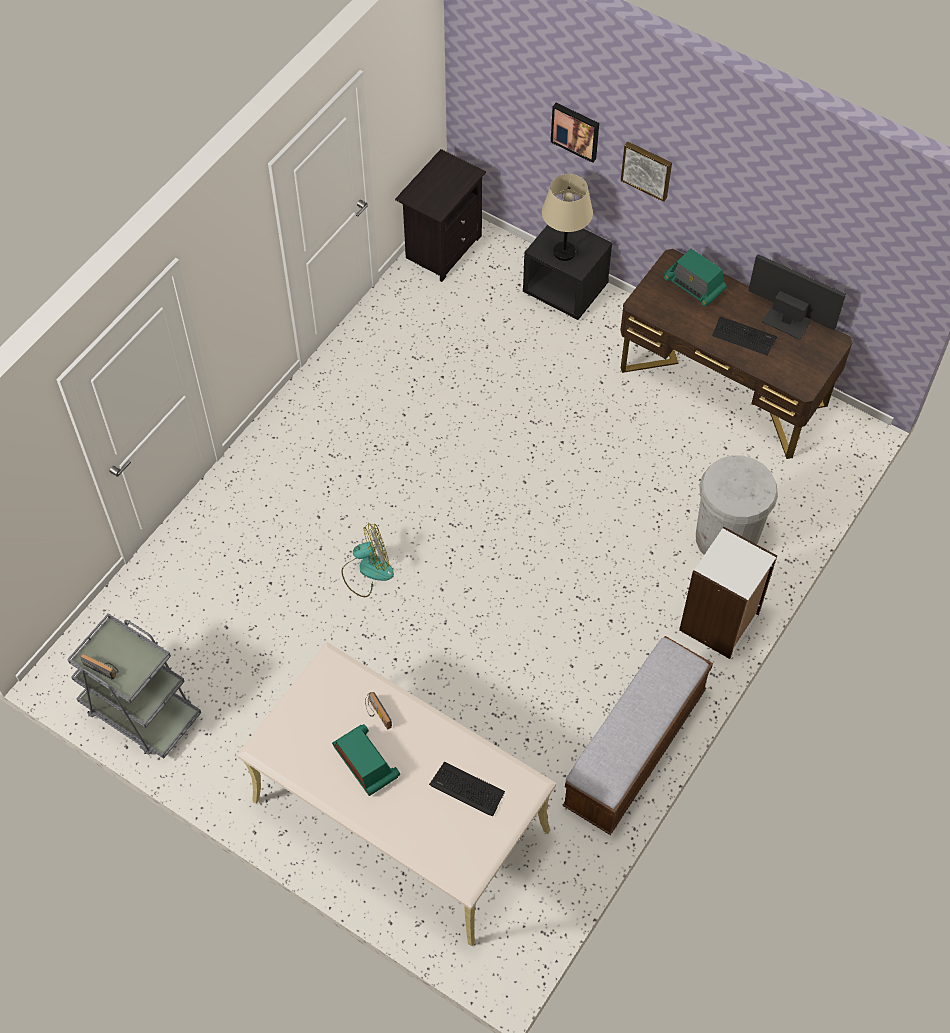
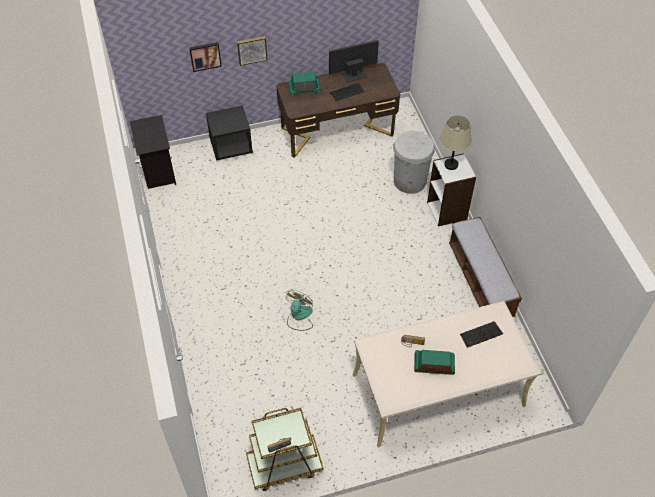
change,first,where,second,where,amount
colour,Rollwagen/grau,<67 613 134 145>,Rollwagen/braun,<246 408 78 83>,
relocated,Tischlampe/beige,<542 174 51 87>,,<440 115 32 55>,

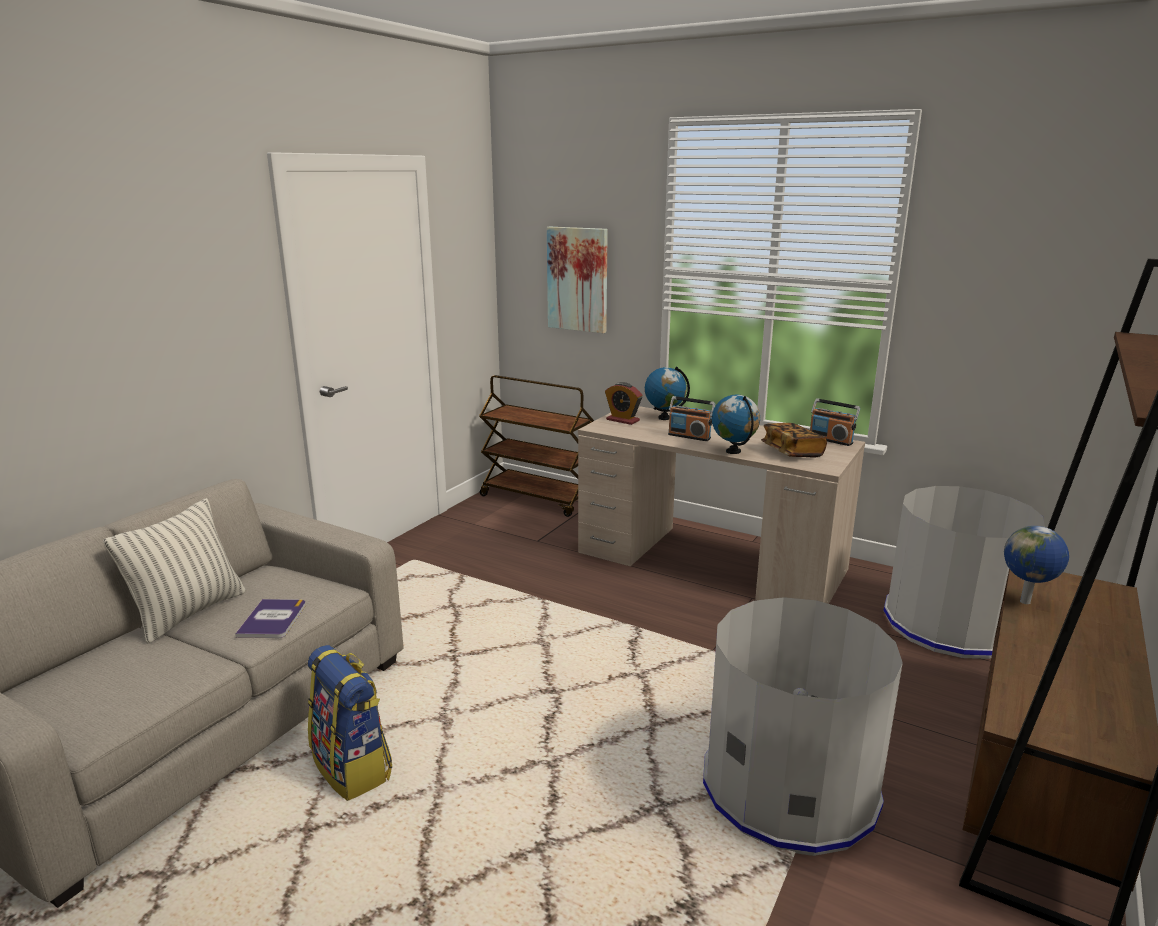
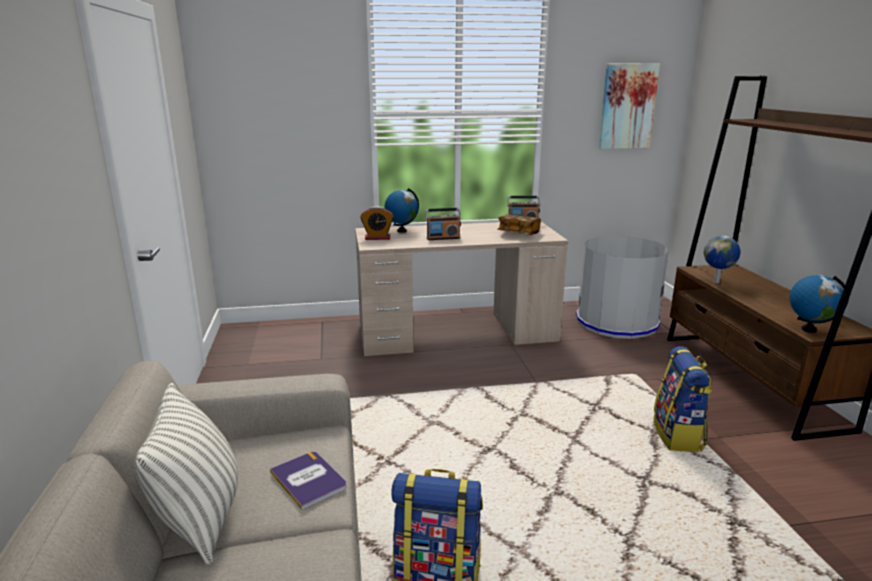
change,first,where,second,where,amount
missing,Rollwagen/braun,<479 375 115 142>,,,
relocated,Bild,<547 227 61 106>,,<599 63 61 86>,
exchanged,Mülleimer/grau,<703 597 200 259>,Rucksack,<654 346 58 106>,
relocated,Globus,<712 395 48 59>,,<790 275 59 58>,

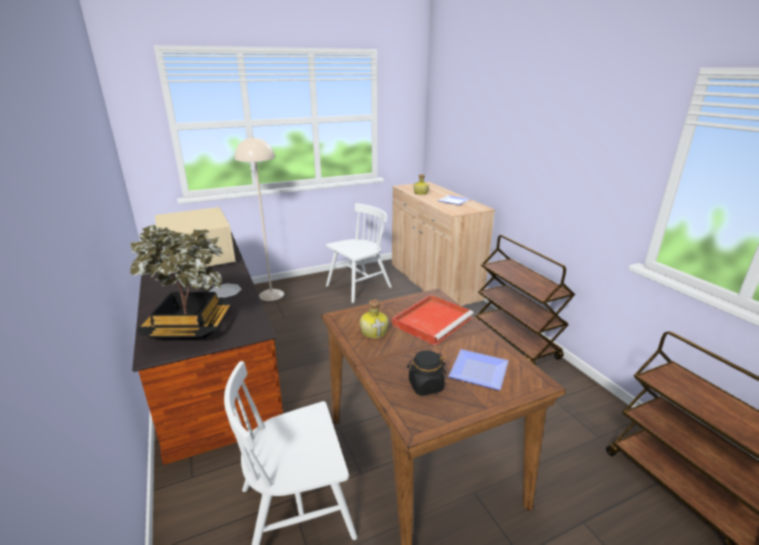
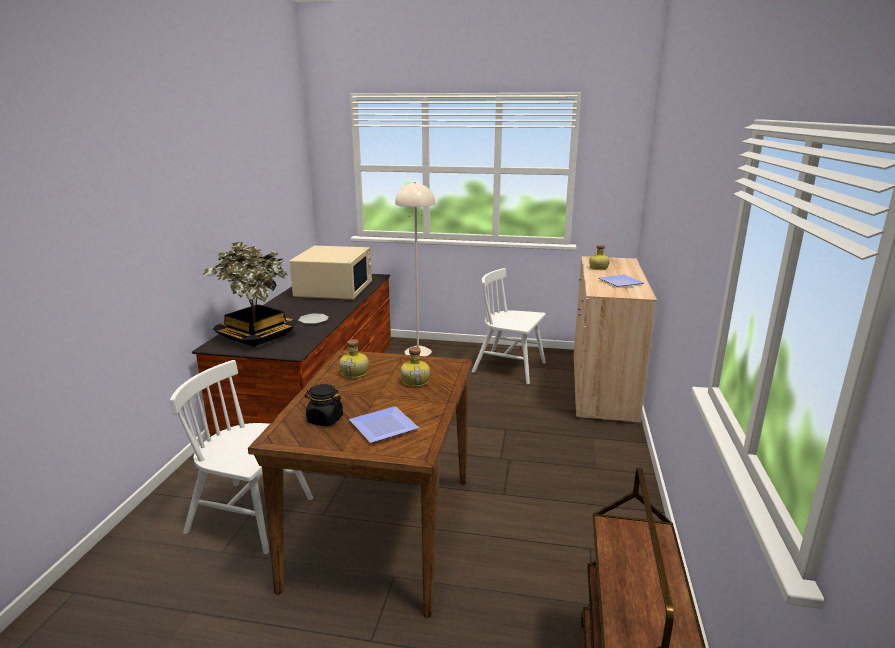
change,first,where,second,where,amount
spun,Stuhl/weiß,<326 203 66 100>,,<472 268 74 116>,150 degrees counterclockwise
exchanged,Tablett/rot,<392 295 82 51>,Flasche,<400 347 30 40>,
missing,Rollwagen/braun,<475 235 100 130>,,,

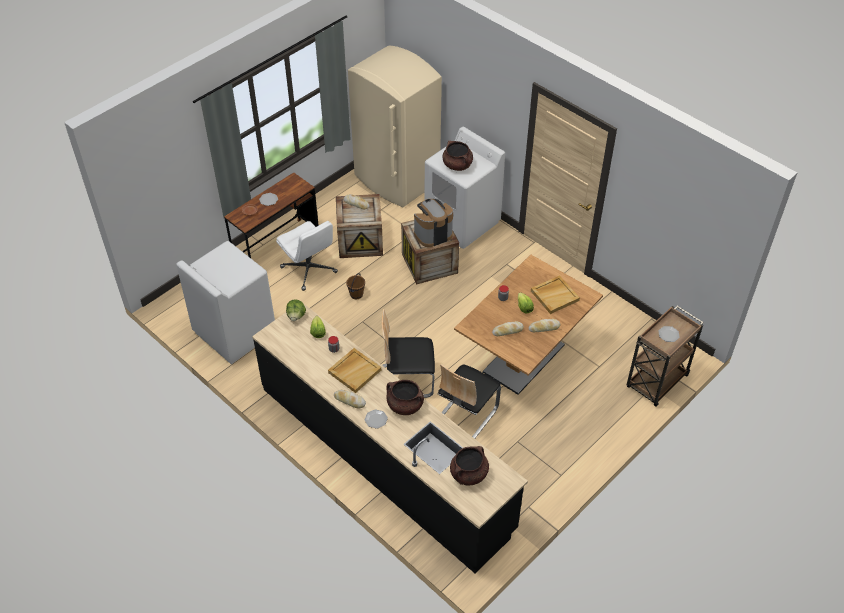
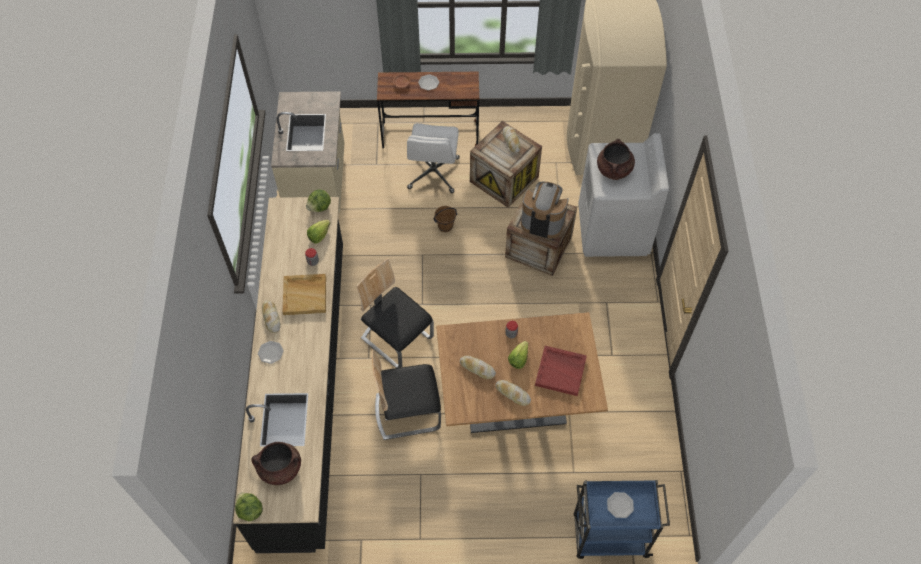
change,first,where,second,where,amount
exchanged,Waschmaschine/weiß,<176 241 99 123>,Küchenzeile/beige,<271 91 73 122>,
missing,Kochtopf/braun,<387 380 37 35>,,,
colour,Tablett/beige,<531 275 49 39>,Tablett/rot,<535 346 52 50>,
colour,Rollwagen/braun,<626 306 78 101>,Rollwagen/blau,<574 480 96 79>,
appeared,,,Salatkopf,<235 493 28 28>,

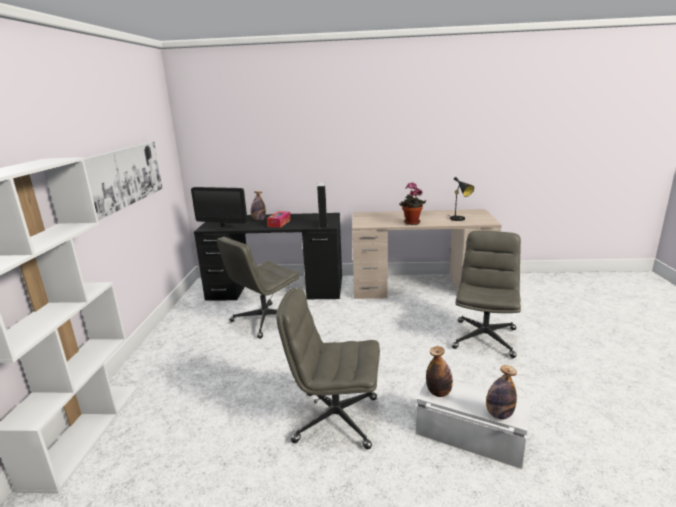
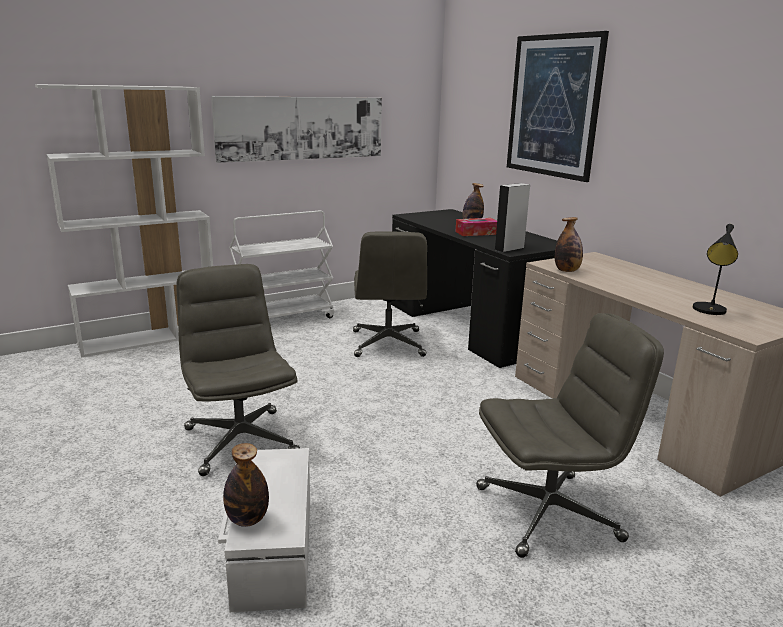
change,first,where,second,where,amount
missing,Monitor,<191 187 56 43>,,,
spun,Bürostuhl/grau,<217 237 82 102>,,<353 231 74 126>,105 degrees counterclockwise
missing,Topfpflanze,<399 182 27 43>,,,
relocated,Flasche,<426 346 27 51>,,<555 217 28 55>,
appeared,,,Rollwagen/weiß,<229 210 106 108>,
appeared,,,Bild,<507 31 102 151>,

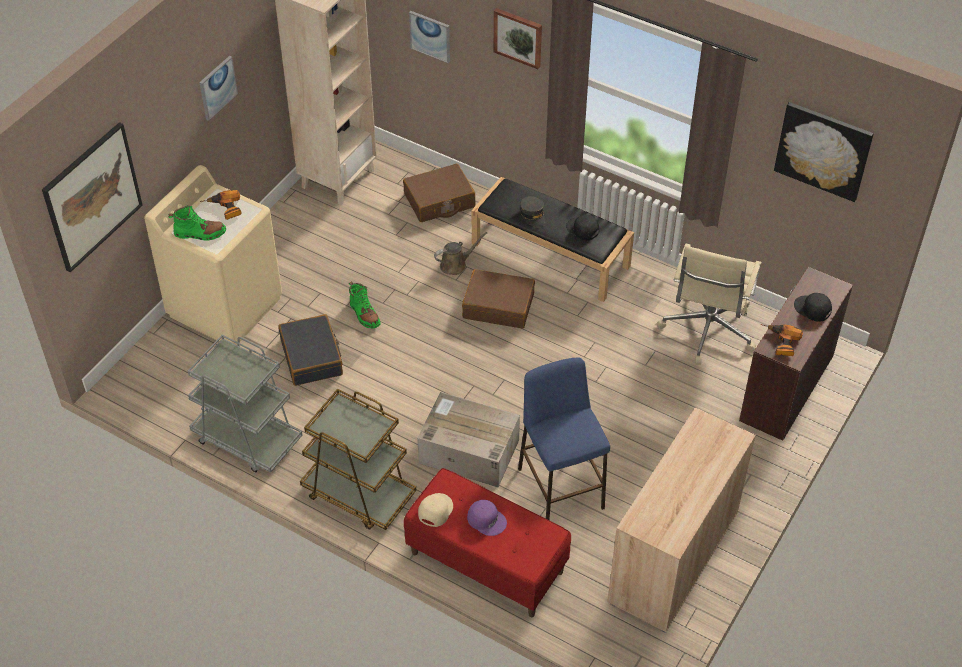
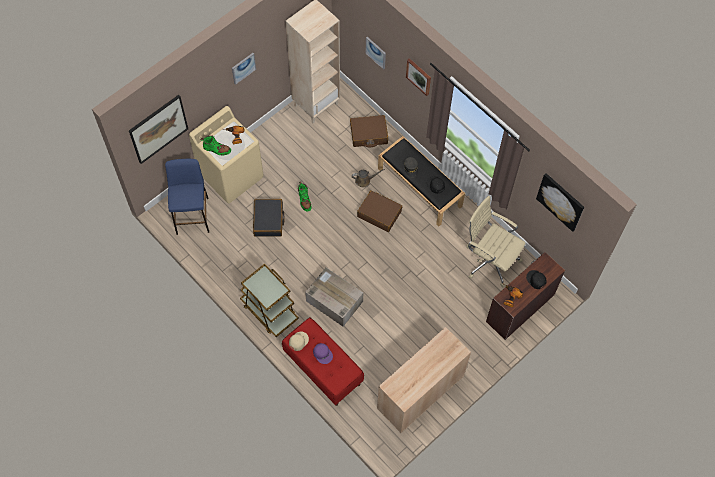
change,first,where,second,where,amount
missing,Rollwagen/grau,<188 334 114 138>,,,
relocated,Hocker/blau,<518 357 92 163>,,<165 159 44 76>,
spun,Bürostuhl/beige,<656 244 106 121>,,<466 196 60 92>,90 degrees clockwise

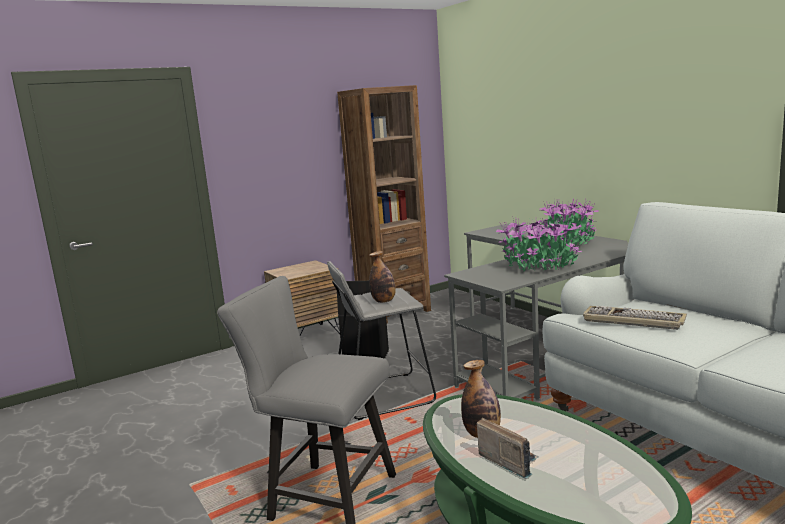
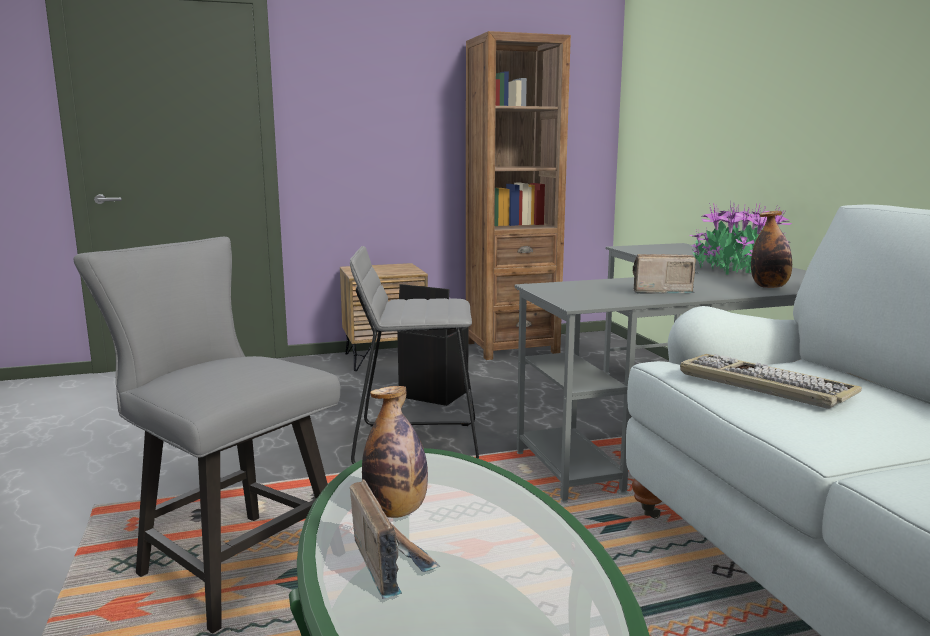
change,first,where,second,where,amount
relocated,Flasche,<369 251 27 52>,,<751 211 41 77>,
exchanged,Topfpflanze,<496 216 86 56>,Radio,<633 254 63 40>,

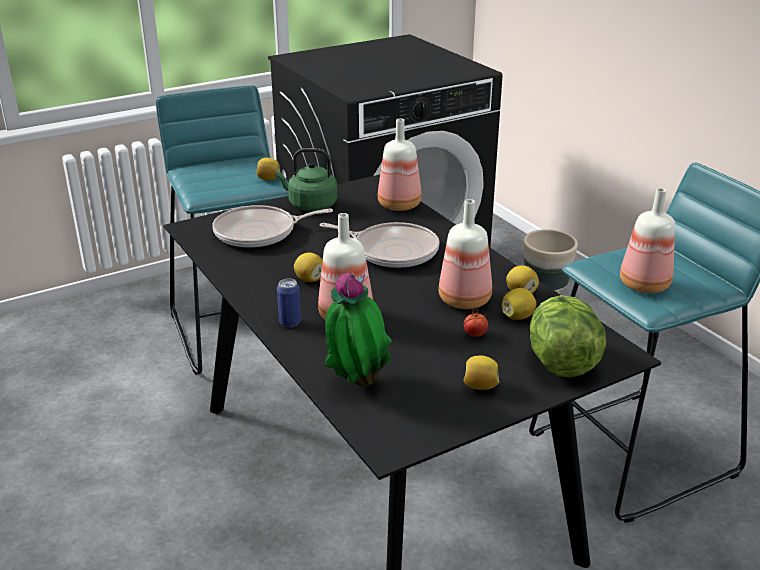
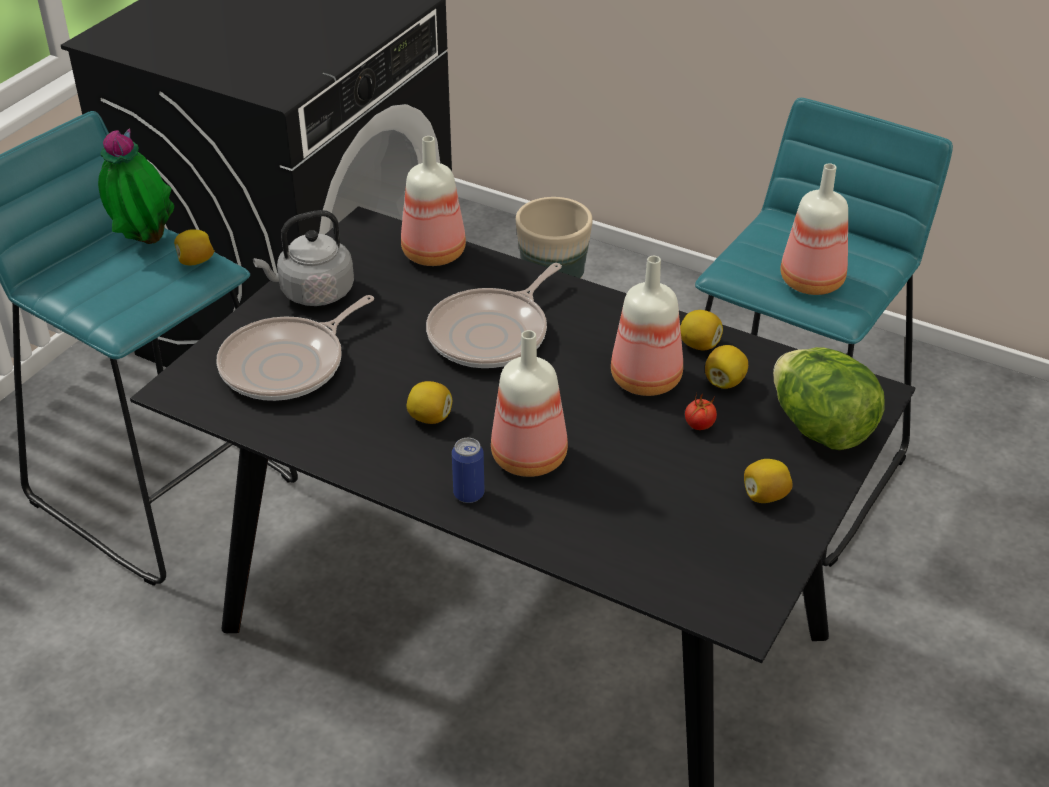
change,first,where,second,where,amount
colour,Wasserkessel/grün,<275 148 62 63>,Wasserkessel/grau,<253 210 101 96>,
spun,Pfanne,<320 222 119 46>,,<426 263 136 105>,135 degrees clockwise
relocated,Topfpflanze,<324 273 68 114>,,<98 128 76 116>,

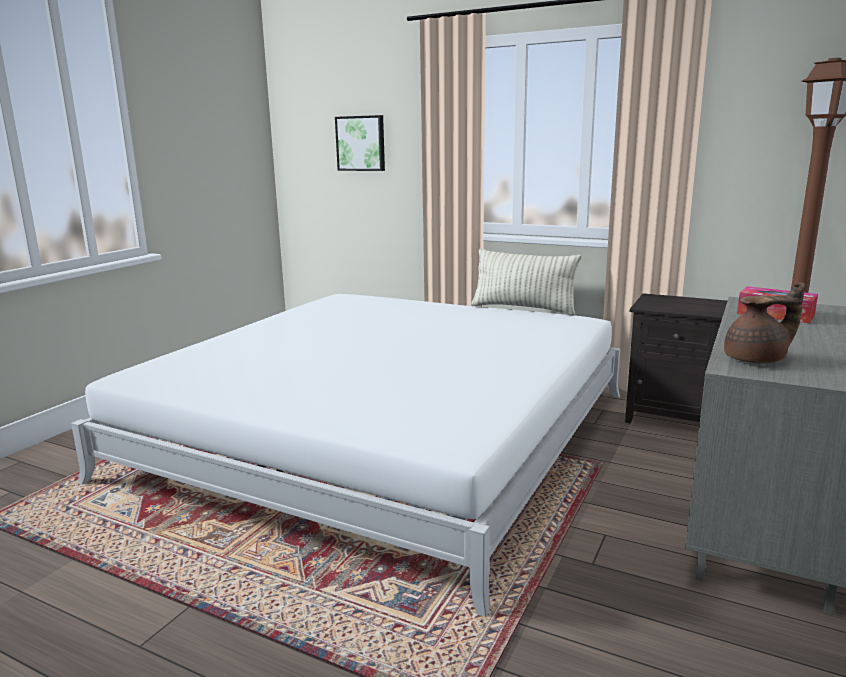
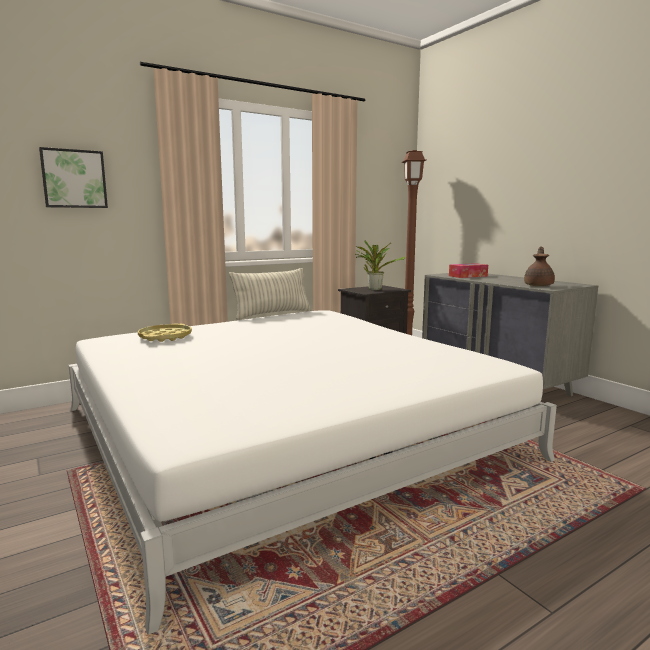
change,first,where,second,where,amount
appeared,,,Tablett/gelb,<138 323 54 19>,
appeared,,,Topfpflanze,<356 241 50 49>,

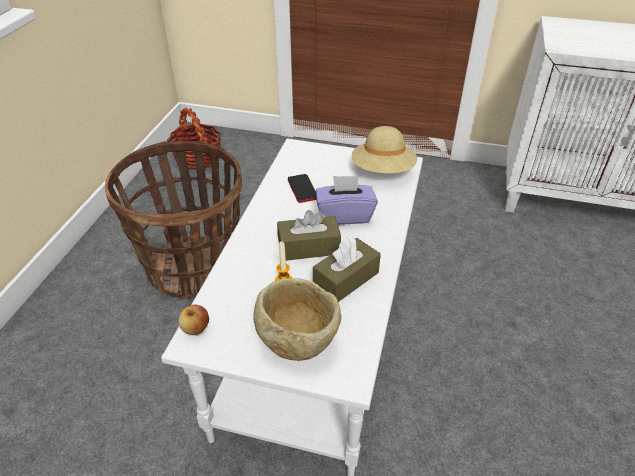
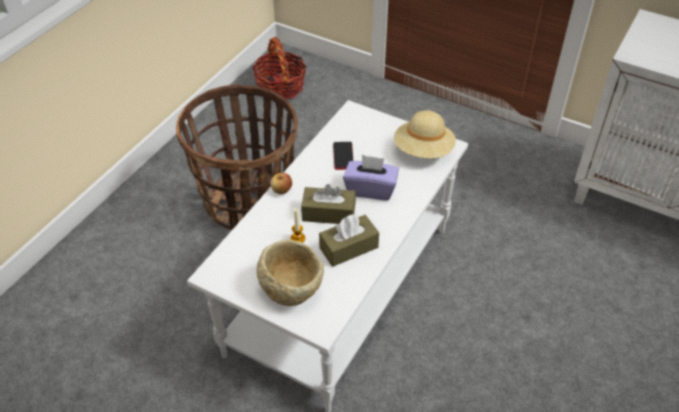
change,first,where,second,where,amount
relocated,Apfel,<178 305 31 30>,,<270 173 22 21>,

